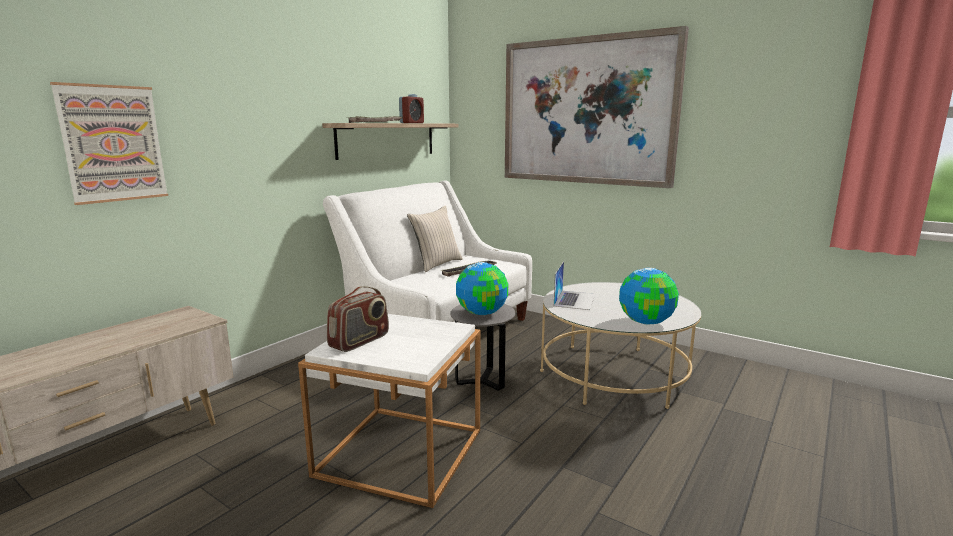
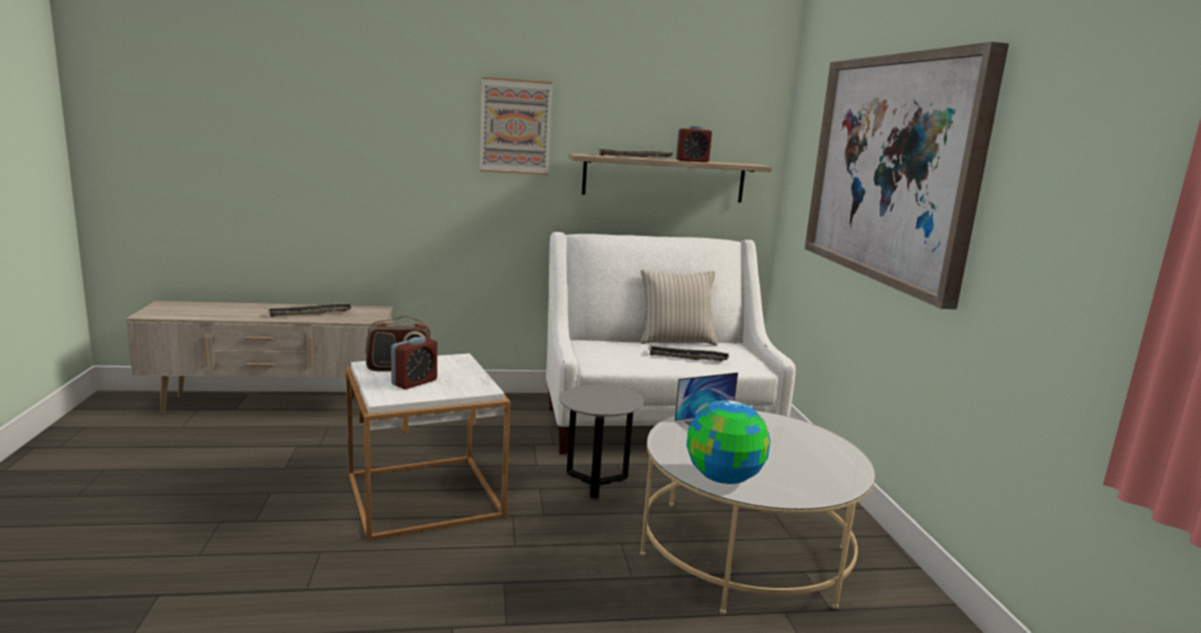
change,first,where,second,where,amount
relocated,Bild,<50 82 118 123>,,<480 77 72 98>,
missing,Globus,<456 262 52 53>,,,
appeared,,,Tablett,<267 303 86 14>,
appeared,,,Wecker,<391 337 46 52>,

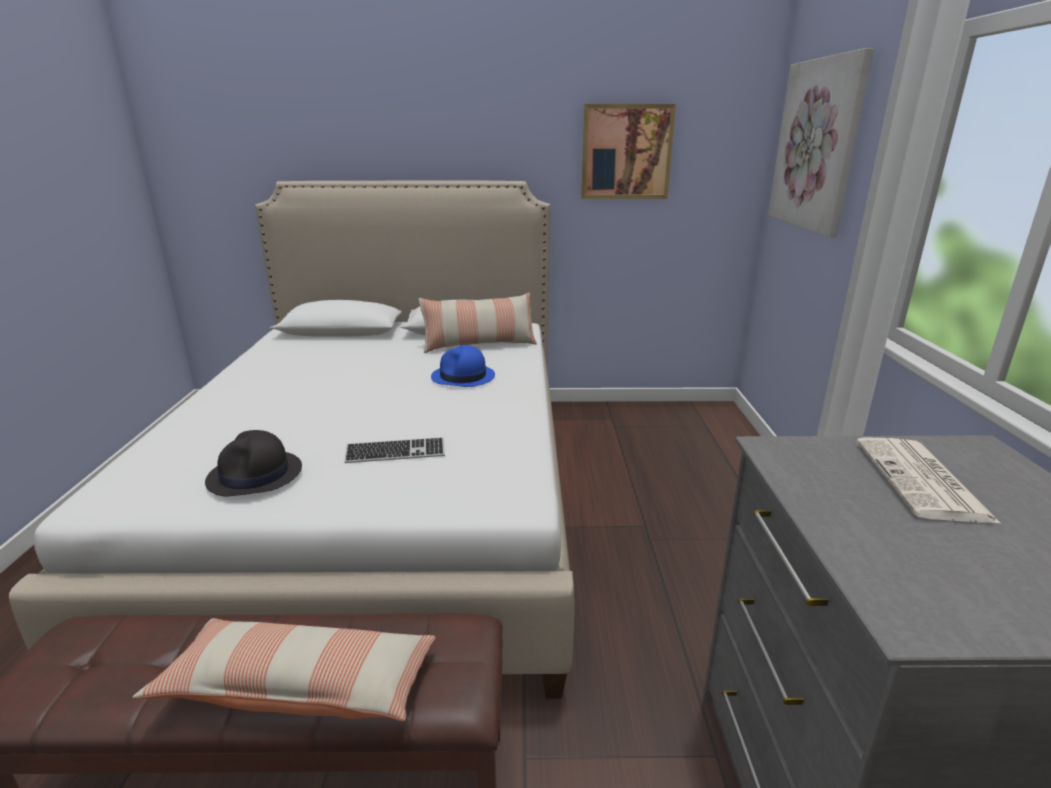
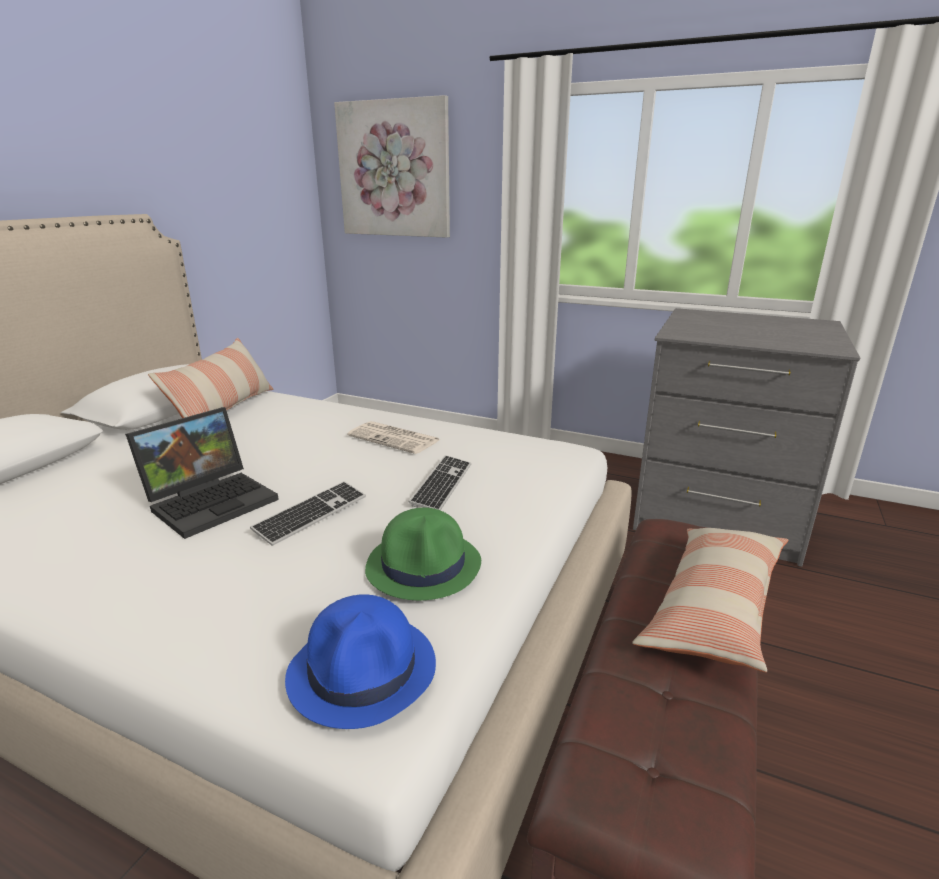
change,first,where,second,where,amount
colour,Hut/schwarz,<205 430 97 66>,Hut/grün,<365 508 116 92>,
relocated,Hut/blau,<431 345 64 42>,,<285 594 151 135>,
missing,Bild,<581 104 95 95>,,,
relocated,Zeitung,<856 437 145 87>,,<347 421 92 33>,
appeared,,,Laptop,<125 407 154 132>,
appeared,,,Tastatur,<250 481 116 65>,

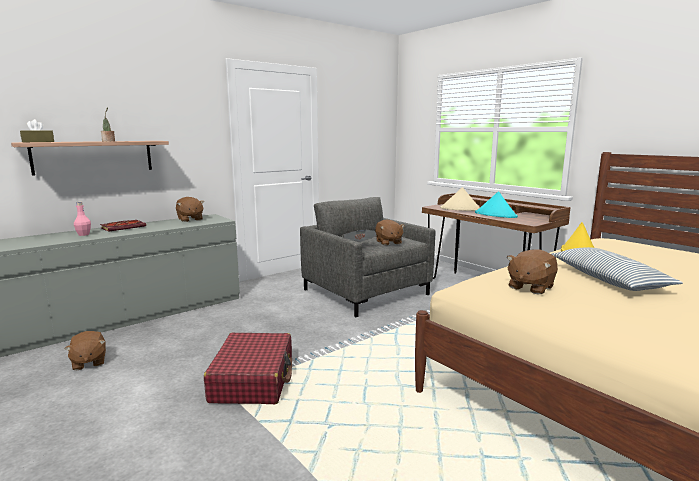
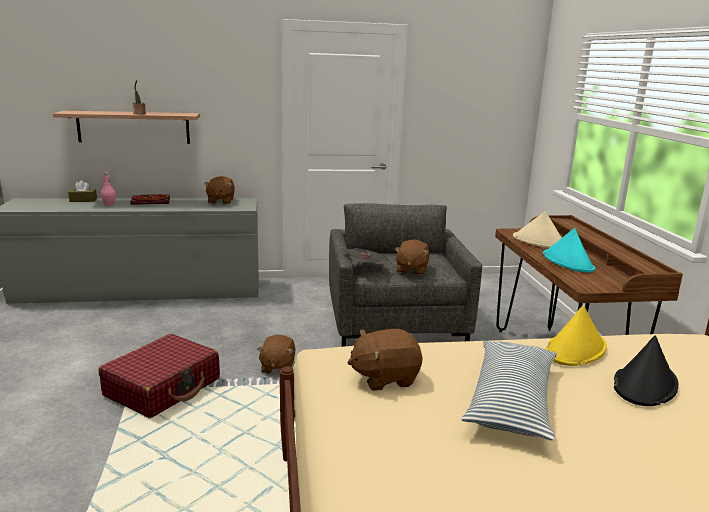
change,first,where,second,where,amount
relocated,Taschentuchbox/braun,<20 119 34 23>,,<68 181 29 21>,
relocated,Plüschtier/braun,<64 331 42 39>,,<257 334 39 40>,
appeared,,,Hut/schwarz,<614 336 64 70>,

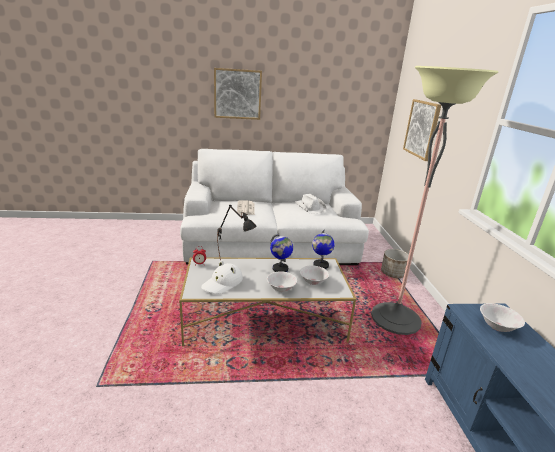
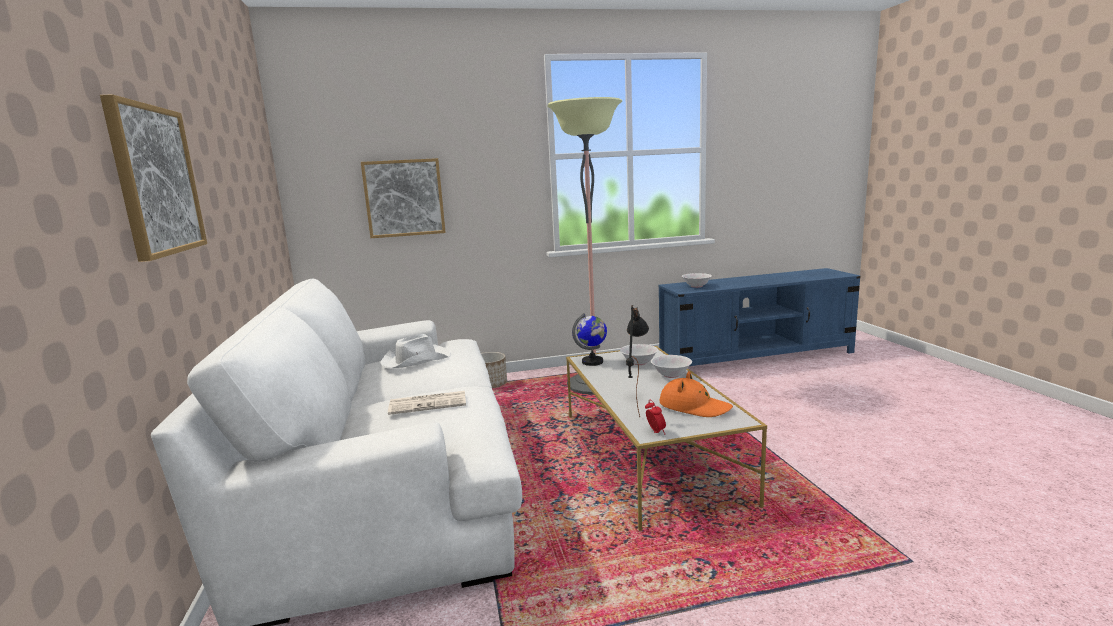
change,first,where,second,where,amount
colour,Hut/weiß,<201 260 42 34>,Hut/orange,<660 371 73 46>,
missing,Globus,<270 233 23 39>,,,

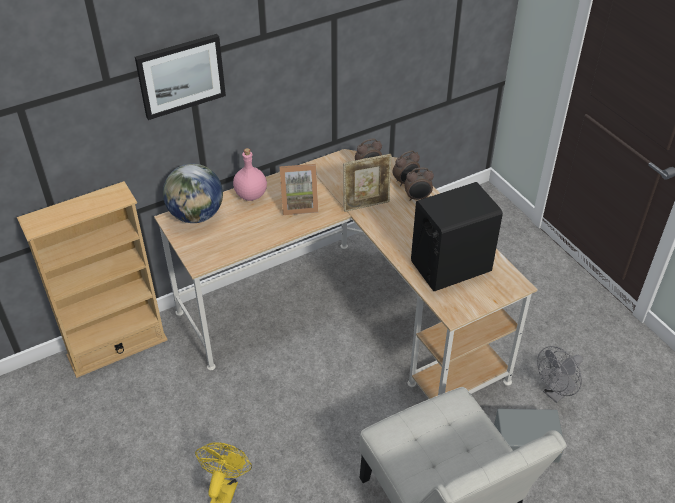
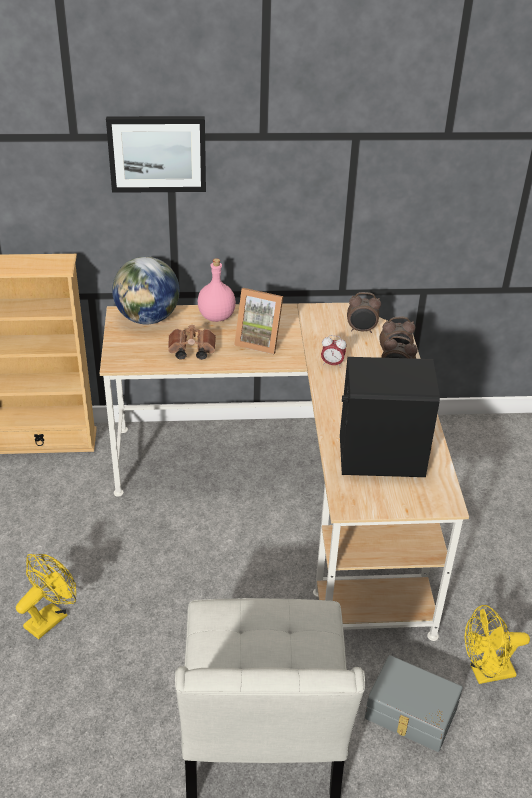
change,first,where,second,where,amount
exchanged,Bilderrahmen,<343 154 48 58>,Wecker,<321 335 25 33>,
colour,Ventilator/grau,<537 346 46 57>,Ventilator/gelb,<465 605 65 79>,
appeared,,,Fernglas/braun,<168 325 48 35>,

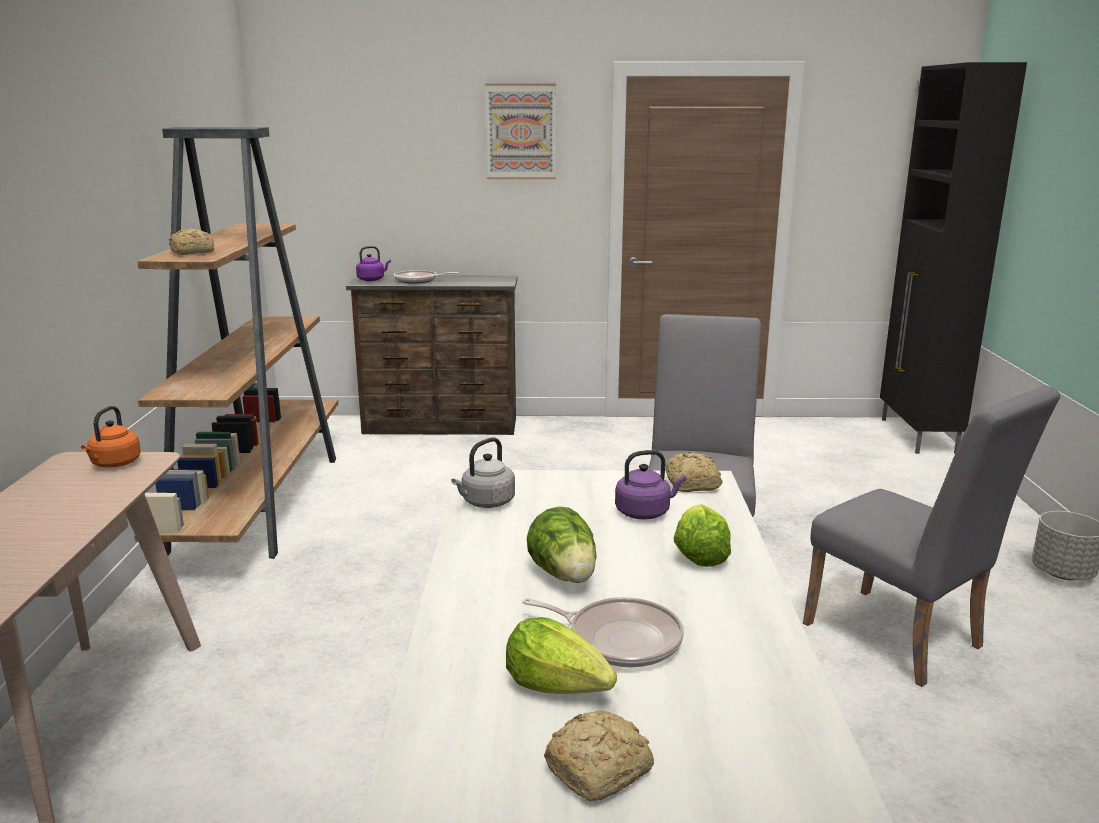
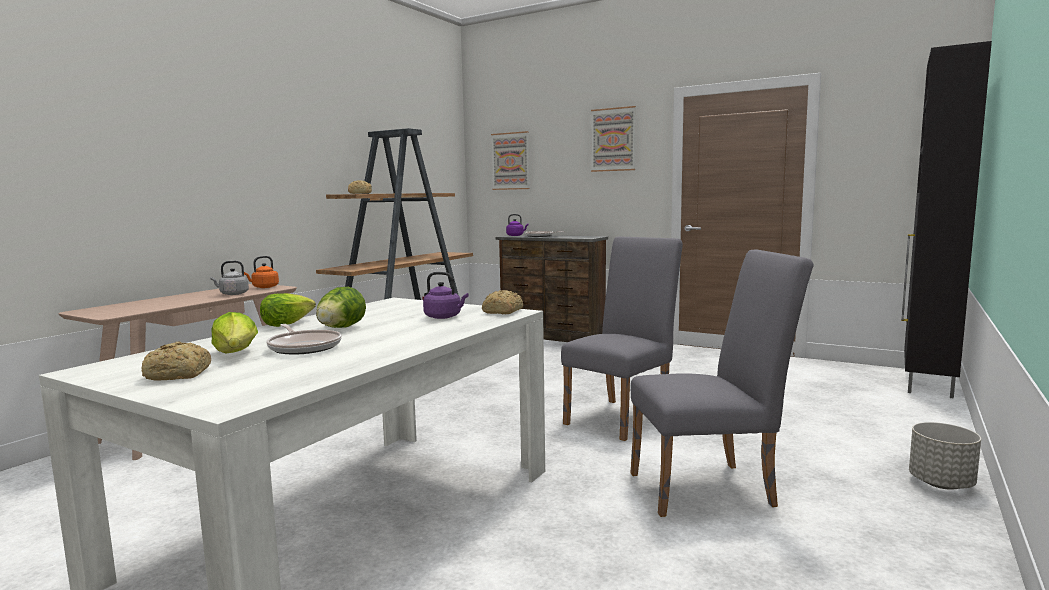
change,first,where,second,where,amount
relocated,Wasserkessel/grau,<451 437 64 71>,,<210 261 39 34>,
relocated,Salatkopf,<674 504 57 63>,,<260 293 56 34>,
spun,Stuhl/grau,<803 386 257 301>,,<631 250 183 267>,90 degrees counterclockwise
appeared,,,Bild,<491 131 39 59>,

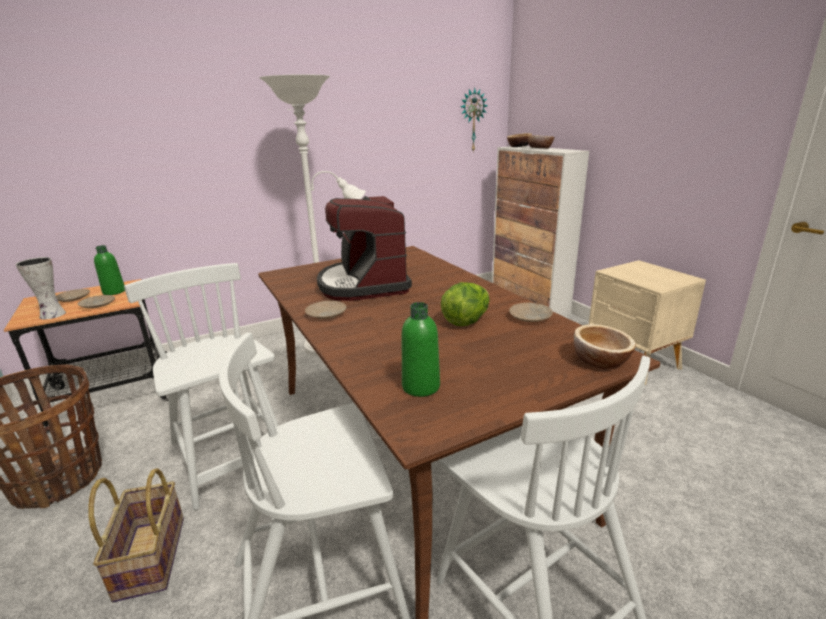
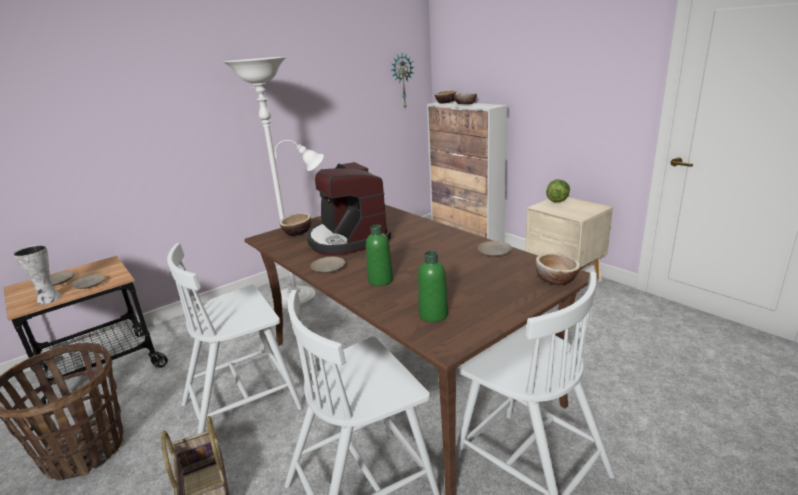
change,first,where,second,where,amount
relocated,Flasche/grün,<94 245 31 50>,,<366 224 27 62>,
spun,Stuhl/weiß,<124 263 155 247>,,<167 243 136 191>,75 degrees counterclockwise
relocated,Salatkopf,<441 282 49 44>,,<546 179 24 23>,
appeared,,,Schüssel,<279 213 32 23>,

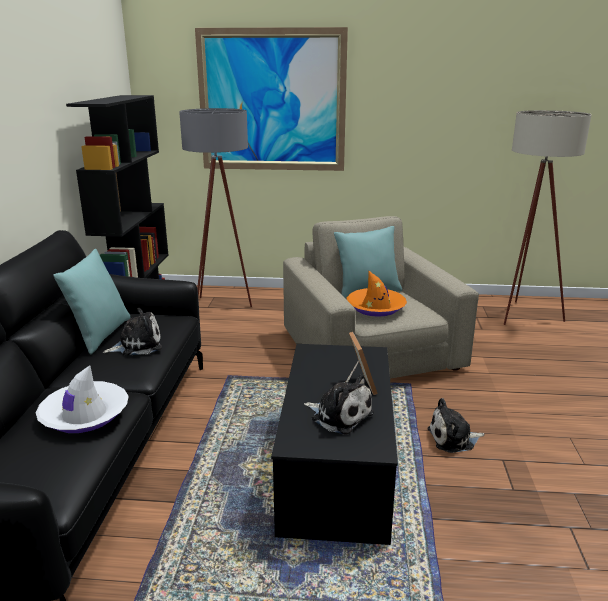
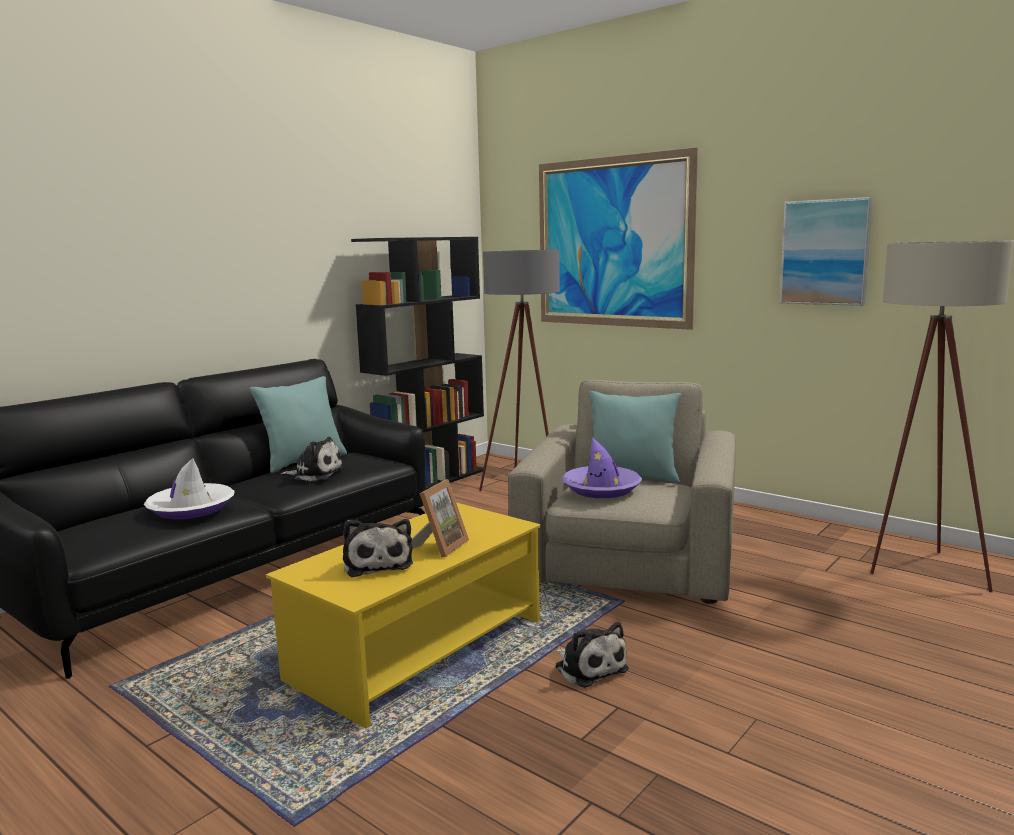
change,first,where,second,where,amount
colour,Couchtisch/schwarz,<271 344 127 201>,Couchtisch/gelb,<266 502 275 227>,
colour,Hut/orange,<347 271 60 46>,Hut/lila,<562 437 80 61>,
spun,Plüschtier,<427 398 57 55>,,<556 622 73 66>,150 degrees counterclockwise
appeared,,,Bild,<779 197 94 109>,

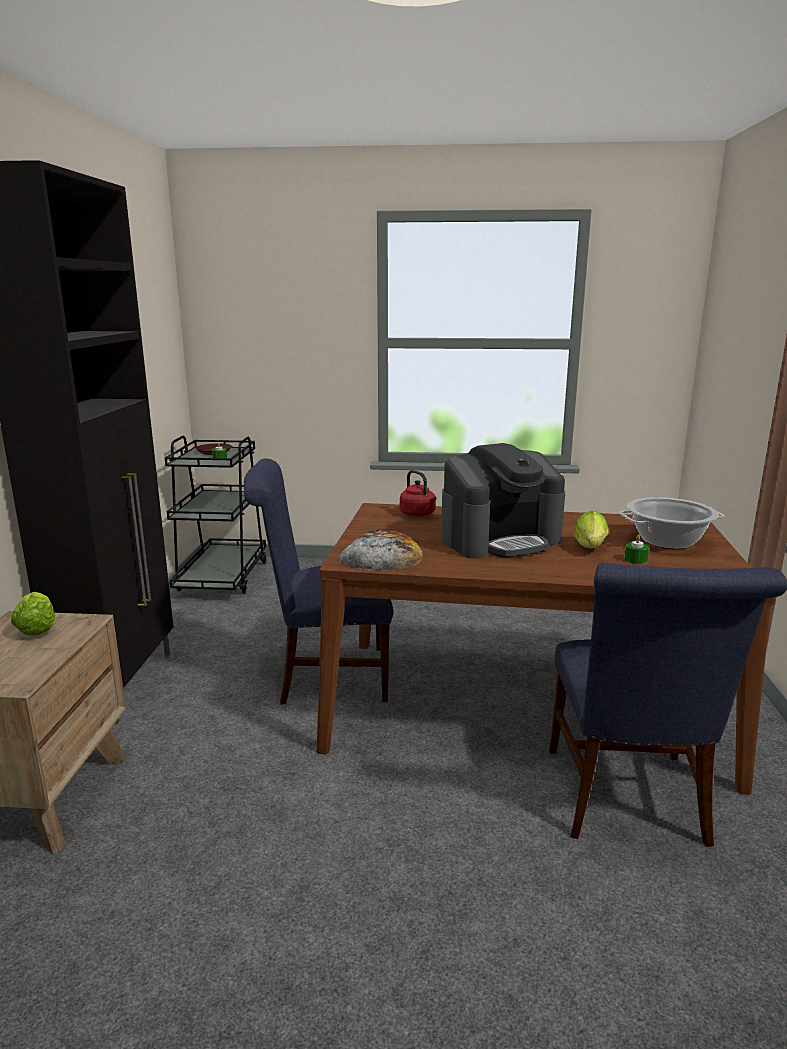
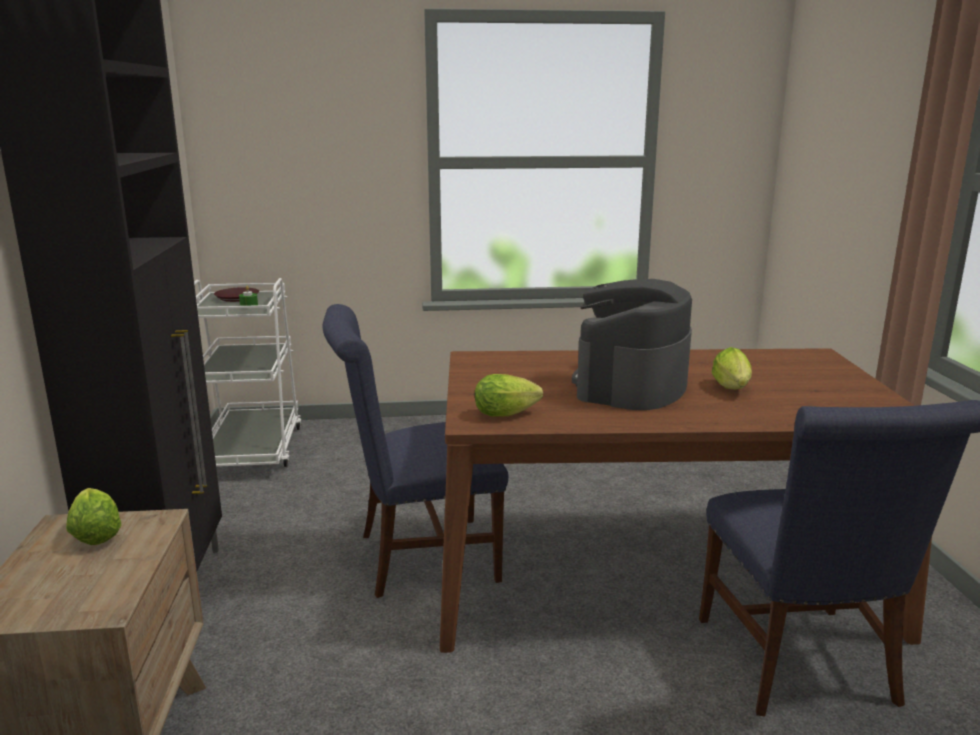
change,first,where,second,where,amount
colour,Rollwagen/schwarz,<165 436 102 157>,Rollwagen/weiß,<194 278 108 189>,
exchanged,Brot,<337 529 86 42>,Salatkopf,<475 374 68 43>,
missing,Wasserkessel/rot,<400 470 36 47>,,,
spun,Kaffeemaschine,<441 443 124 115>,,<572 279 120 131>,150 degrees clockwise
missing,Kochtopf,<619 497 106 52>,,,
missing,Kerze/grün,<624 534 25 30>,,,

